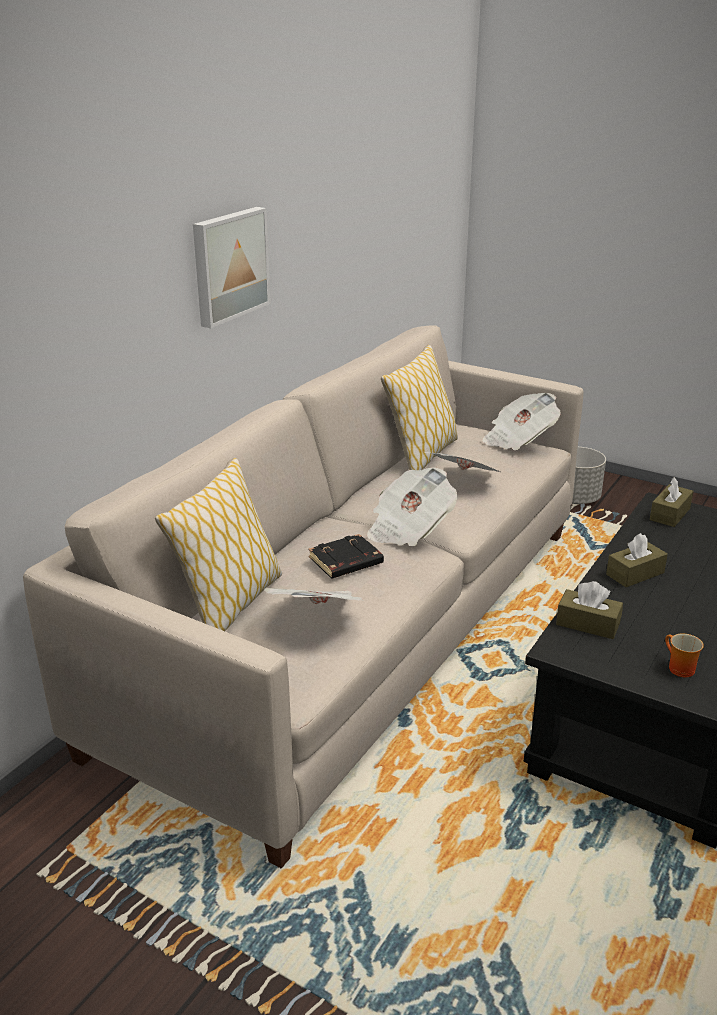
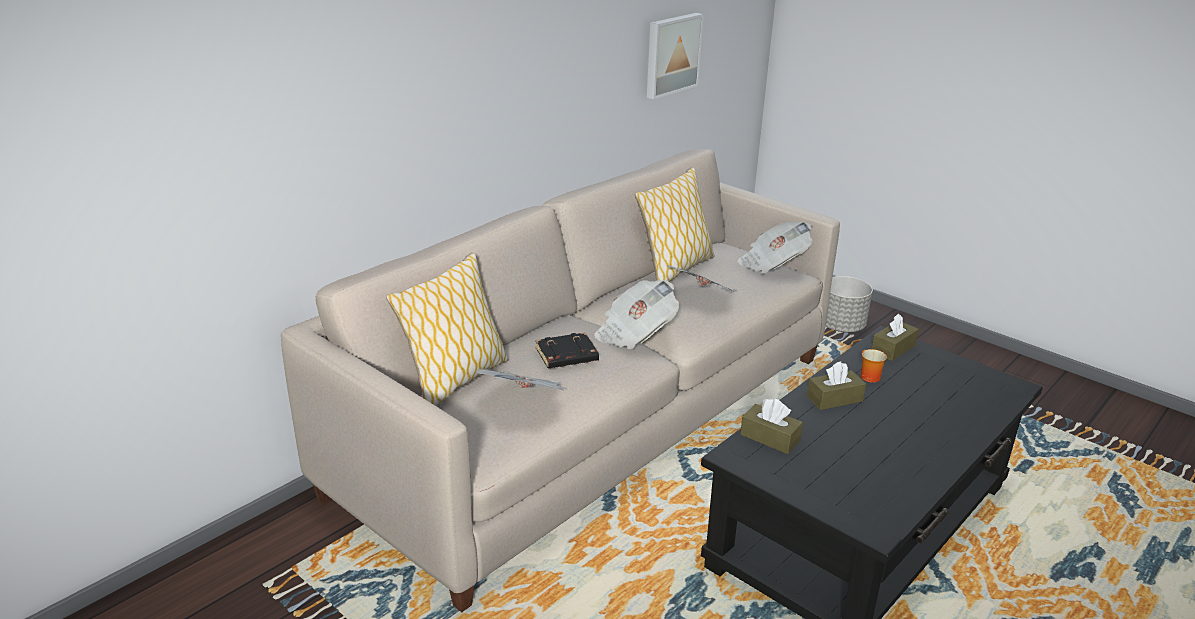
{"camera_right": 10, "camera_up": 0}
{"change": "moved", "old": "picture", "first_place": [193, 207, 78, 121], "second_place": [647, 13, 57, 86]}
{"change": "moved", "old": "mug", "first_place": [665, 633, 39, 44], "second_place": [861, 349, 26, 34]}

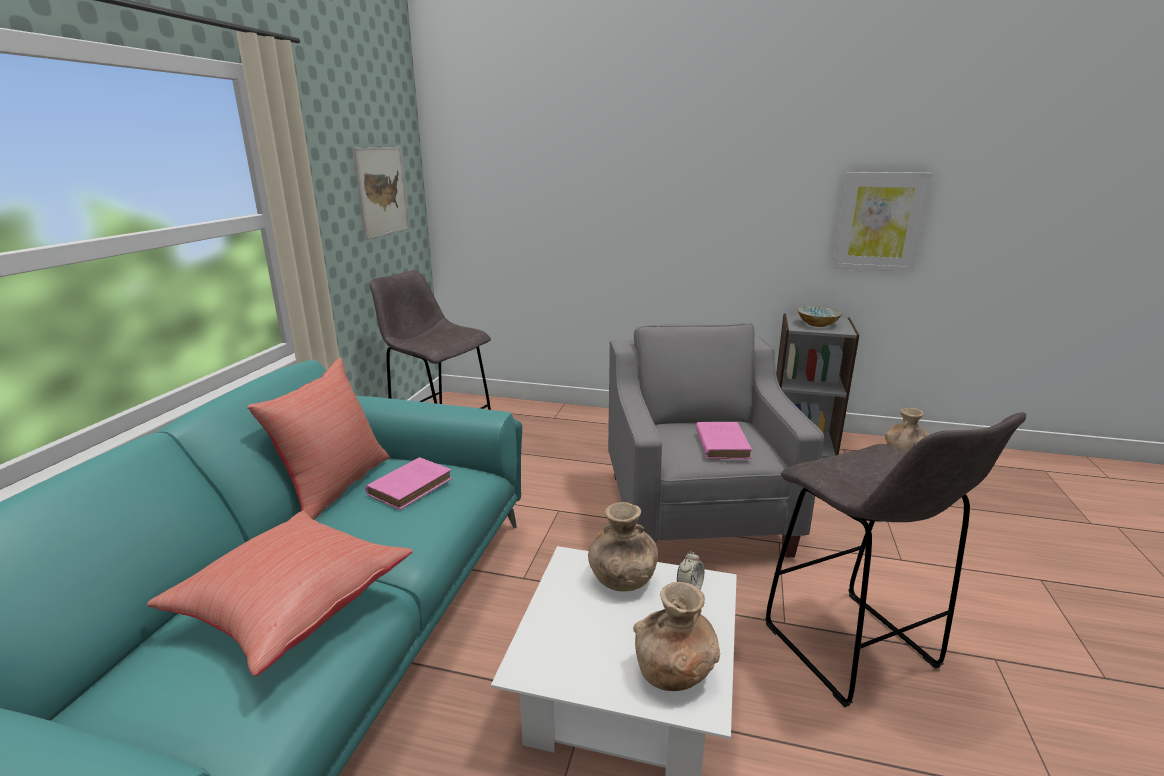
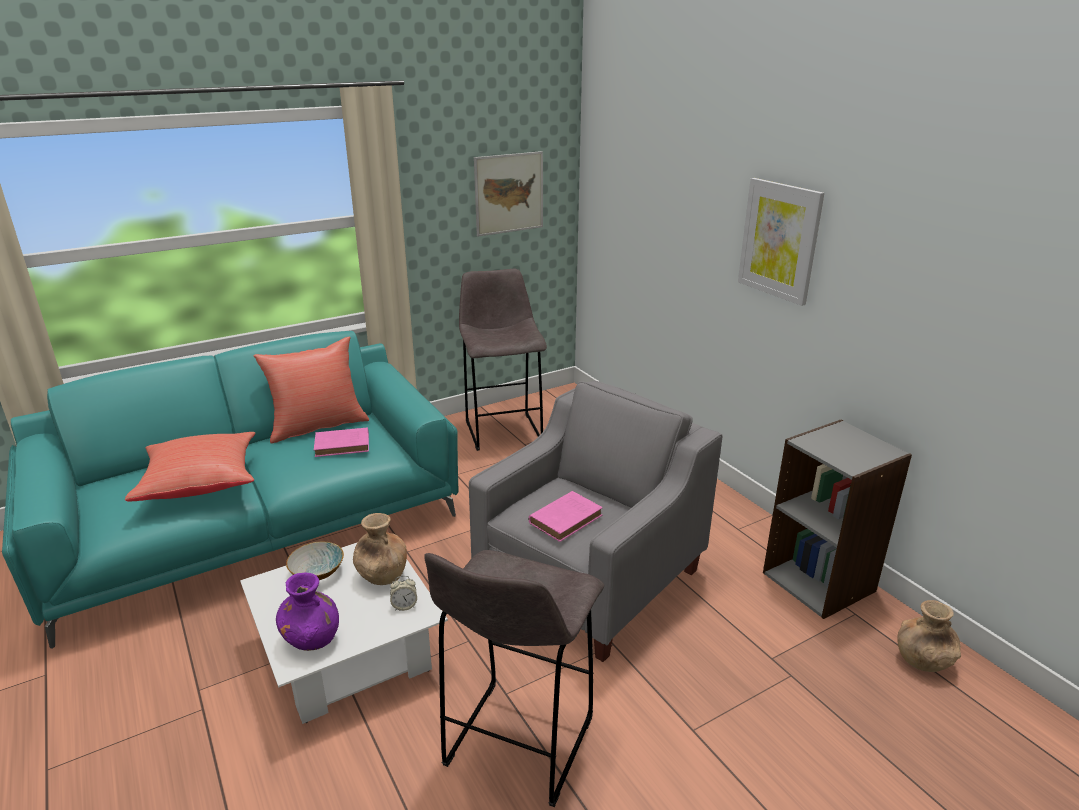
{"camera_right": 45, "camera_up": 5}
{"change": "recoloured", "old": "vase in brown", "new": "vase in purple", "first_place": [633, 582, 87, 109], "second_place": [276, 573, 63, 78]}
{"change": "moved", "old": "bowl", "first_place": [798, 306, 44, 21], "second_place": [286, 542, 58, 38]}
{"change": "moved", "old": "picture", "first_place": [832, 172, 101, 100], "second_place": [738, 178, 86, 128]}

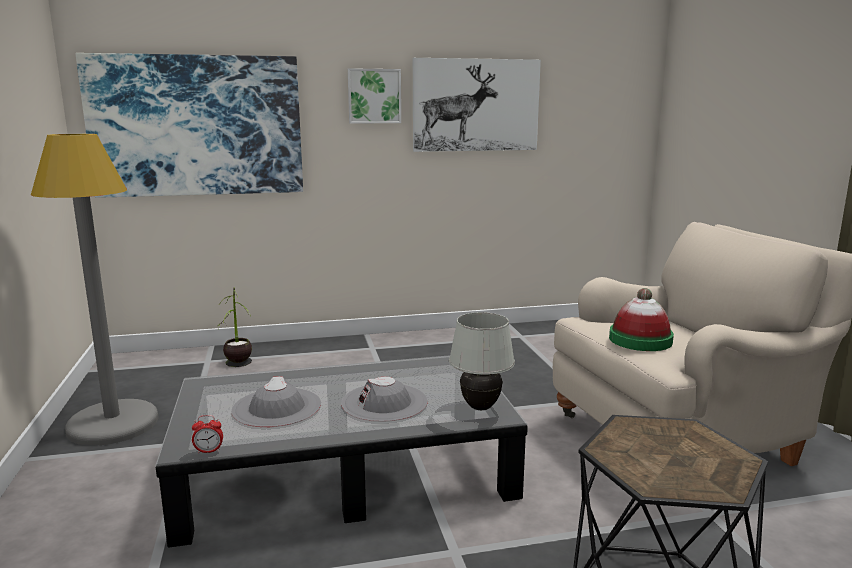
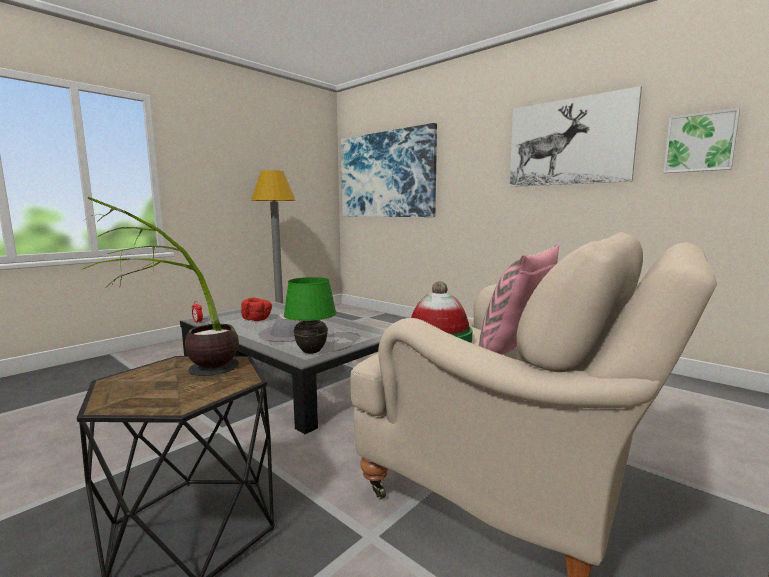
{"camera_right": 55, "camera_up": -5}
{"change": "moved", "old": "potted plant", "first_place": [215, 287, 37, 80], "second_place": [81, 197, 158, 179]}
{"change": "replaced", "old": "hat in grey", "new": "bowl in red", "first_place": [231, 376, 90, 51], "second_place": [241, 297, 31, 24]}
{"change": "recoloured", "old": "table lamp in white", "new": "table lamp in green", "first_place": [449, 312, 66, 98], "second_place": [284, 277, 52, 77]}
{"change": "added", "new": "pillow in pink", "second_place": [479, 244, 80, 111]}
{"change": "moved", "old": "picture", "first_place": [348, 68, 53, 56], "second_place": [663, 108, 77, 65]}

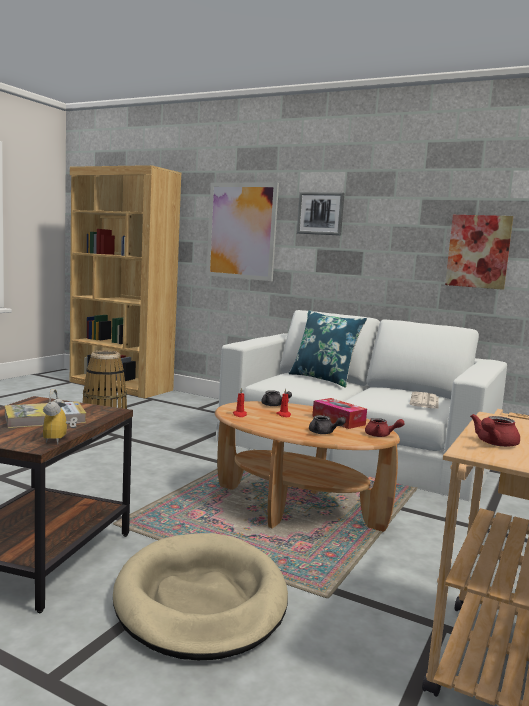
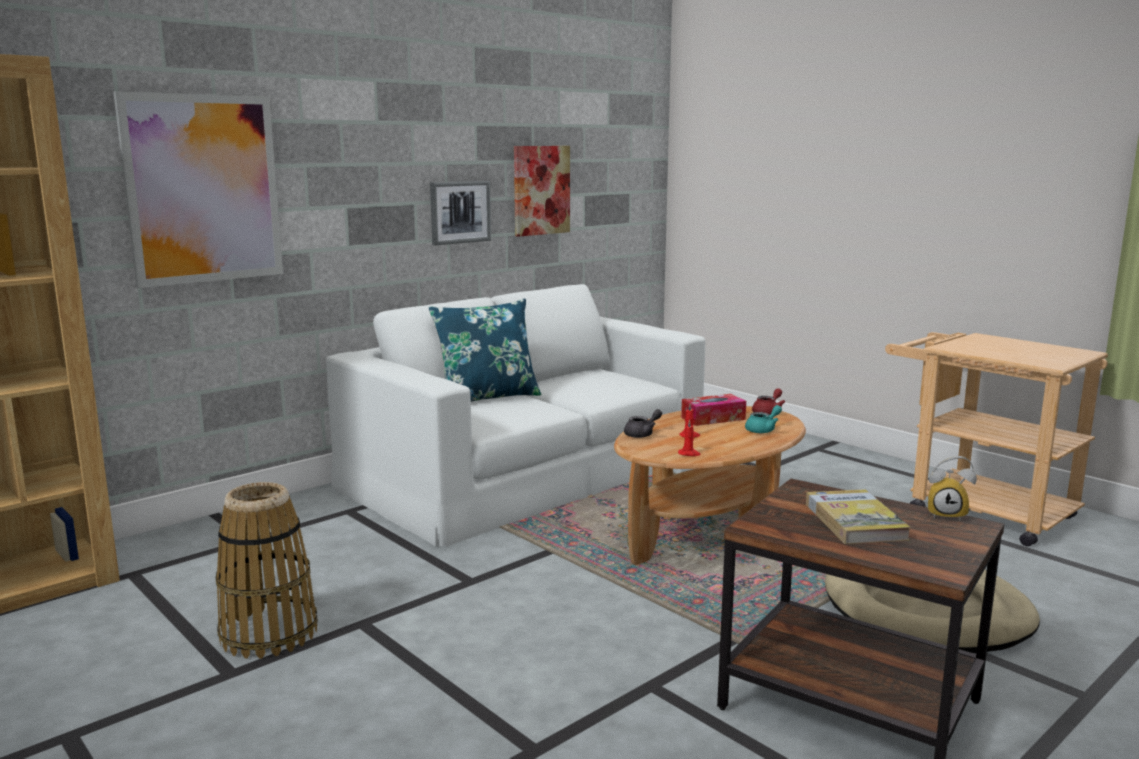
{"camera_right": -70, "camera_up": 5}
{"change": "moved", "old": "picture", "first_place": [297, 192, 47, 43], "second_place": [430, 181, 61, 64]}
{"change": "recoloured", "old": "teapot in grey", "new": "teapot in turquoise", "first_place": [309, 415, 37, 19], "second_place": [745, 405, 37, 28]}
{"change": "removed", "old": "newspaper", "first_place": [410, 391, 29, 18]}
{"change": "removed", "old": "teapot in red", "first_place": [470, 414, 50, 33]}

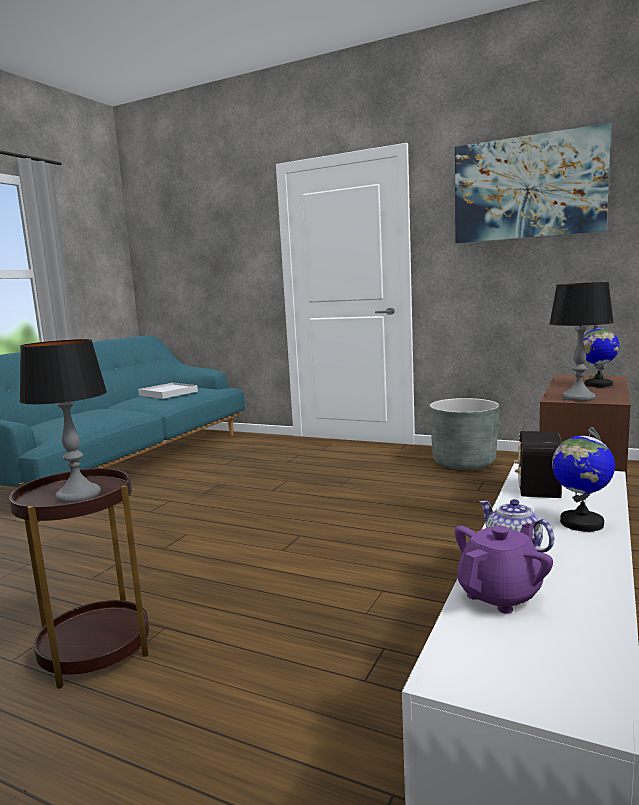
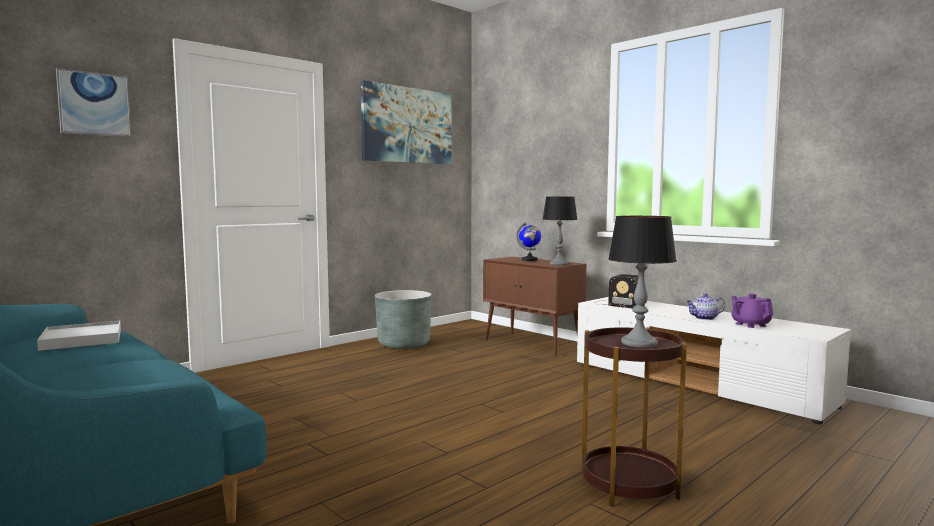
{"camera_right": -70, "camera_up": -5}
{"change": "added", "new": "picture", "second_place": [56, 68, 75, 69]}
{"change": "removed", "old": "globe", "first_place": [552, 427, 63, 105]}

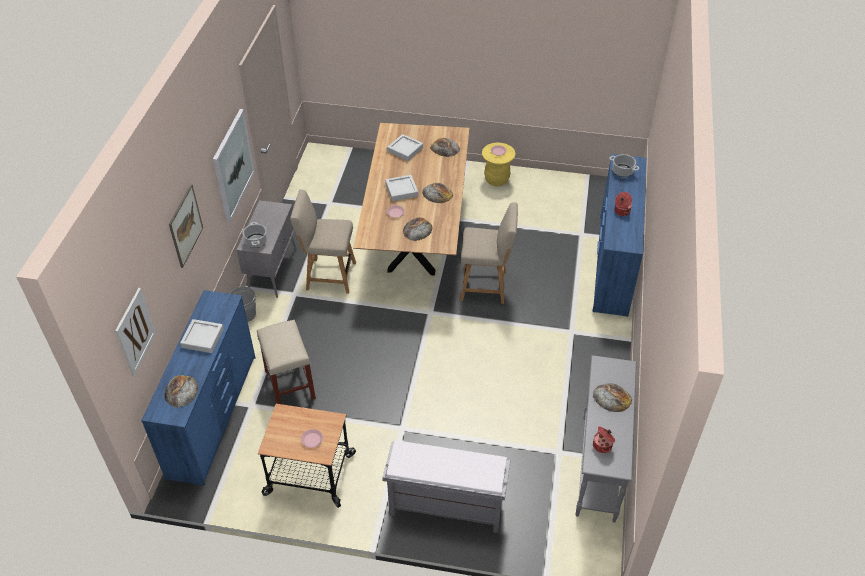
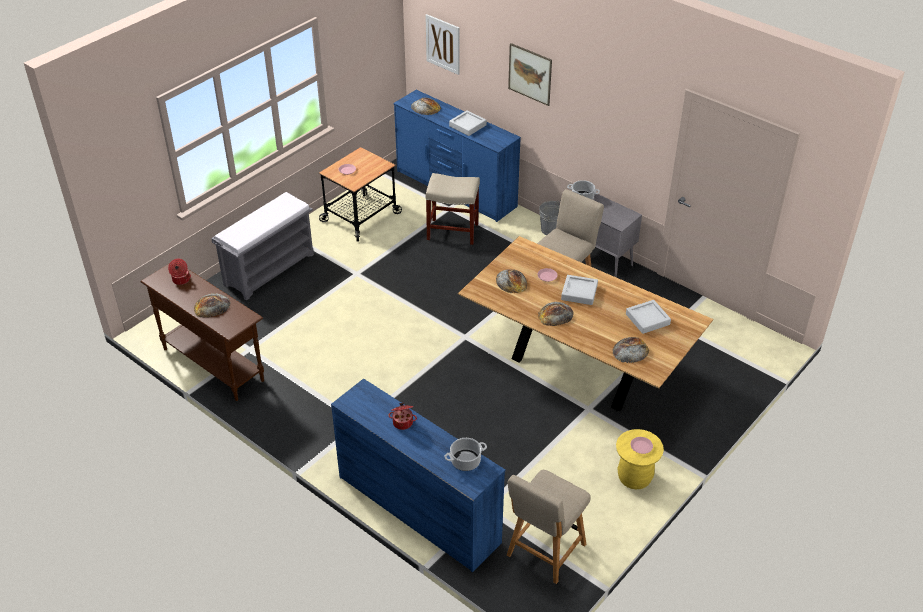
{"camera_right": 120, "camera_up": -5}
{"change": "recoloured", "old": "console table in grey", "new": "console table in brown", "first_place": [575, 355, 61, 168], "second_place": [140, 263, 124, 138]}
{"change": "moved", "old": "chair in beige", "first_place": [460, 203, 58, 101], "second_place": [507, 470, 84, 114]}
{"change": "removed", "old": "picture", "first_place": [213, 109, 42, 113]}

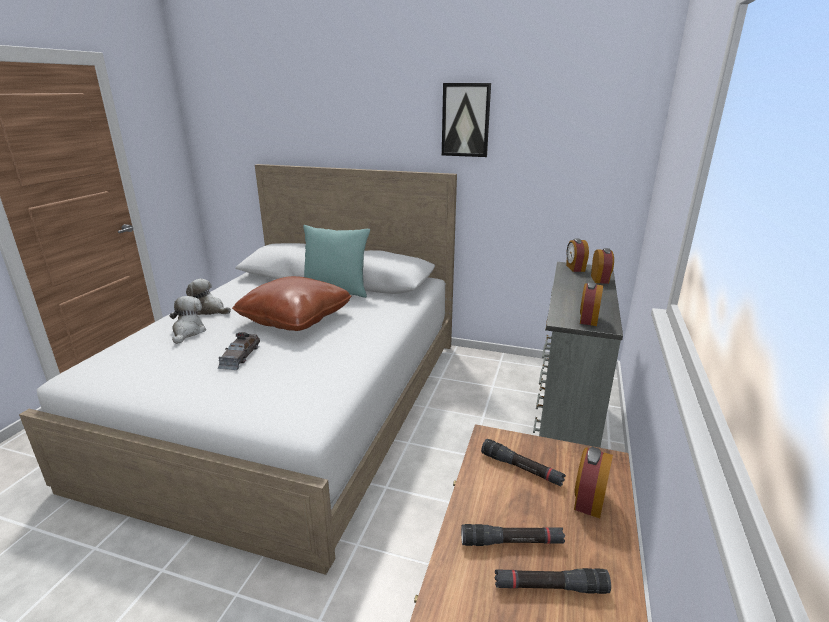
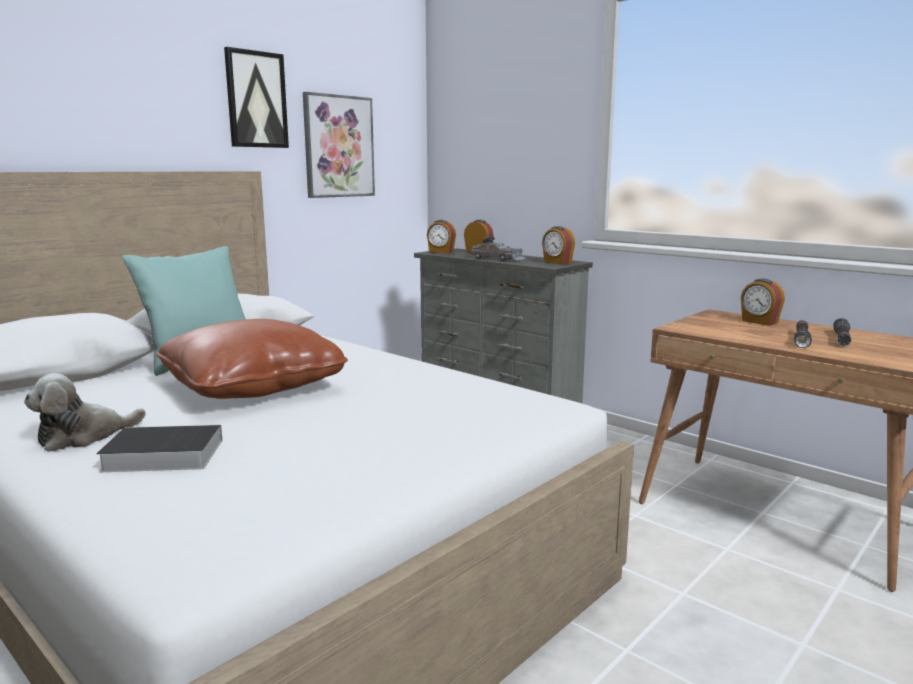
{"camera_right": -65, "camera_up": -10}
{"change": "replaced", "old": "plush toy", "new": "book", "first_place": [170, 296, 36, 48], "second_place": [97, 425, 125, 47]}
{"change": "added", "new": "picture", "second_place": [303, 92, 72, 106]}
{"change": "moved", "old": "toy car in grey", "first_place": [218, 332, 42, 38], "second_place": [470, 235, 55, 26]}
{"change": "removed", "old": "flashlight in black", "first_place": [481, 439, 85, 47]}

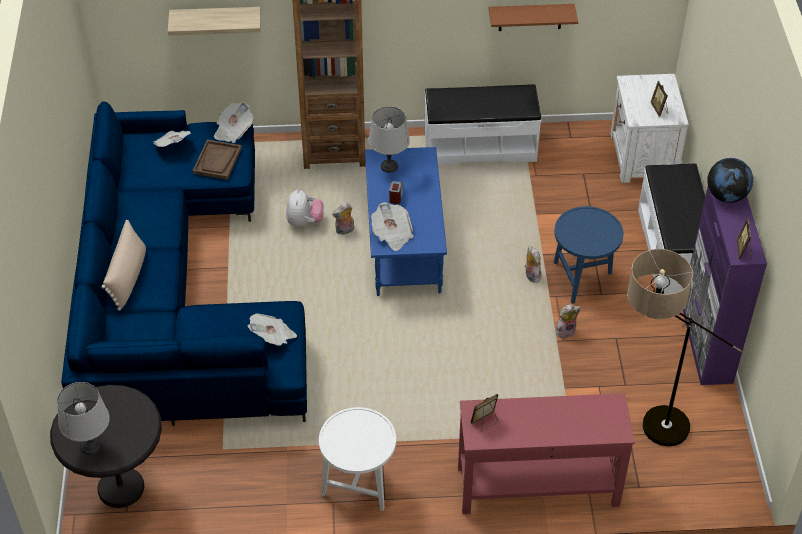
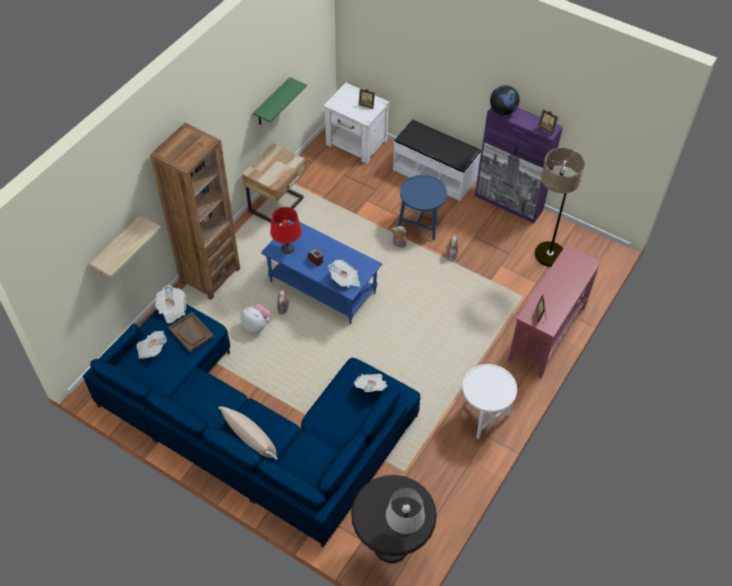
{"camera_right": -55, "camera_up": 5}
{"change": "replaced", "old": "bench in white", "new": "nightstand in beige", "first_place": [425, 84, 116, 81], "second_place": [242, 143, 65, 82]}
{"change": "recoloured", "old": "shelf in brown", "new": "shelf in green", "first_place": [489, 4, 89, 27], "second_place": [253, 77, 54, 48]}
{"change": "recoloured", "old": "table lamp in grey", "new": "table lamp in red", "first_place": [368, 106, 42, 67], "second_place": [270, 207, 31, 47]}

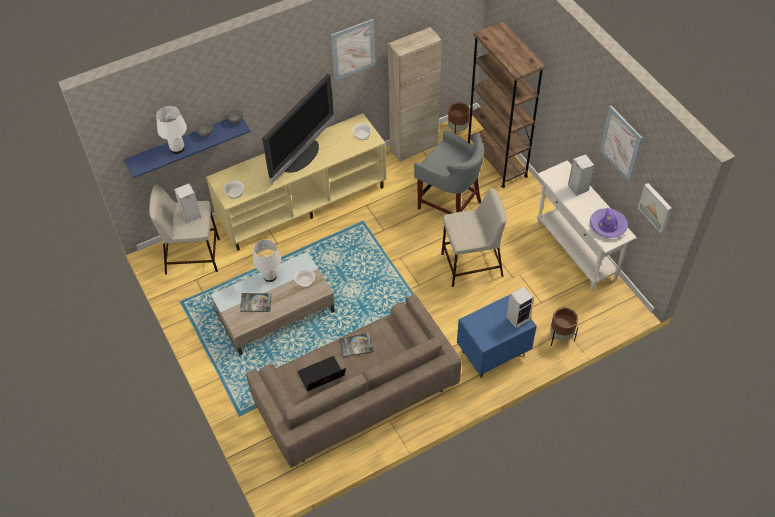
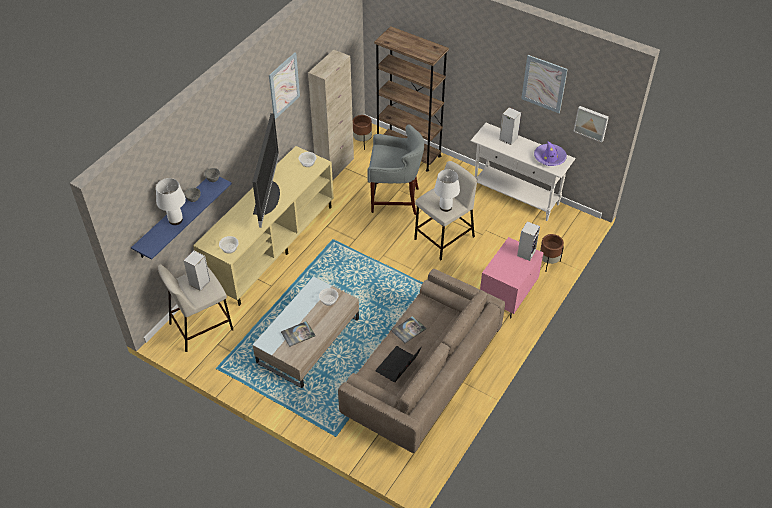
{"camera_right": -30, "camera_up": -5}
{"change": "moved", "old": "table lamp in white", "first_place": [253, 239, 28, 43], "second_place": [434, 169, 26, 43]}
{"change": "recoloured", "old": "nightstand in blue", "new": "nightstand in pink", "first_place": [457, 295, 80, 83], "second_place": [480, 237, 63, 81]}

